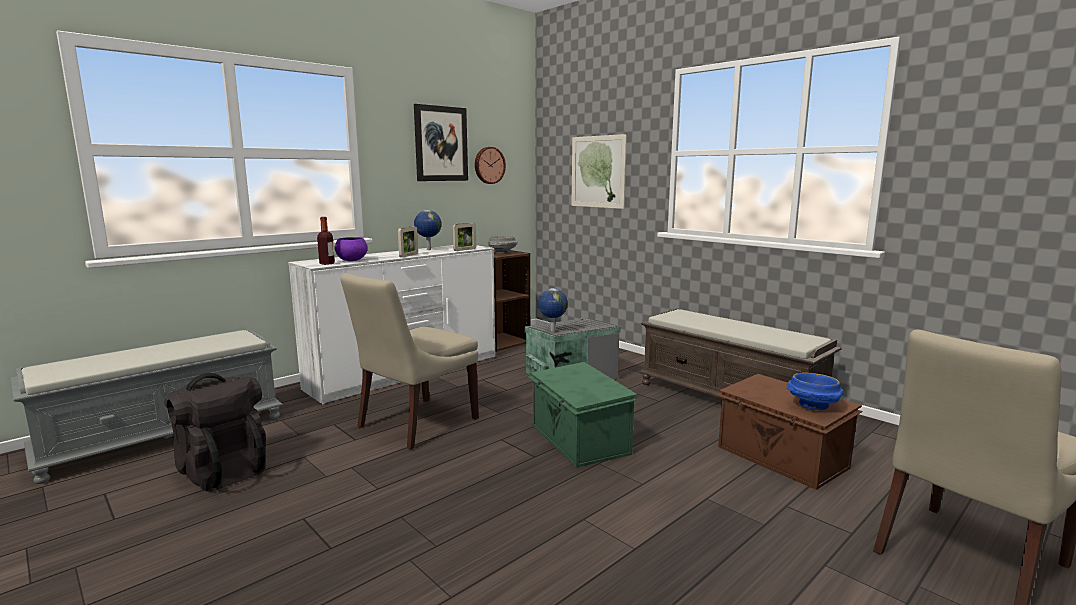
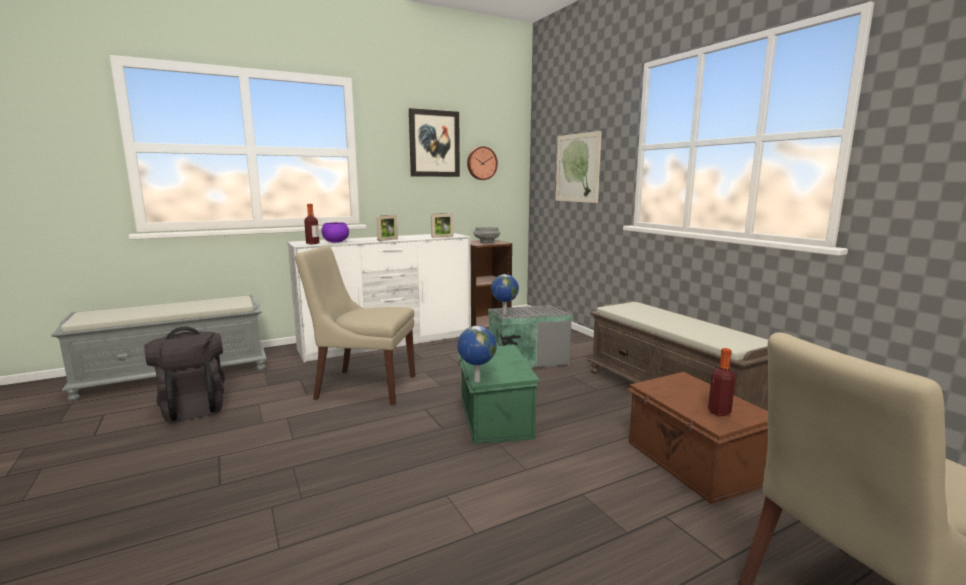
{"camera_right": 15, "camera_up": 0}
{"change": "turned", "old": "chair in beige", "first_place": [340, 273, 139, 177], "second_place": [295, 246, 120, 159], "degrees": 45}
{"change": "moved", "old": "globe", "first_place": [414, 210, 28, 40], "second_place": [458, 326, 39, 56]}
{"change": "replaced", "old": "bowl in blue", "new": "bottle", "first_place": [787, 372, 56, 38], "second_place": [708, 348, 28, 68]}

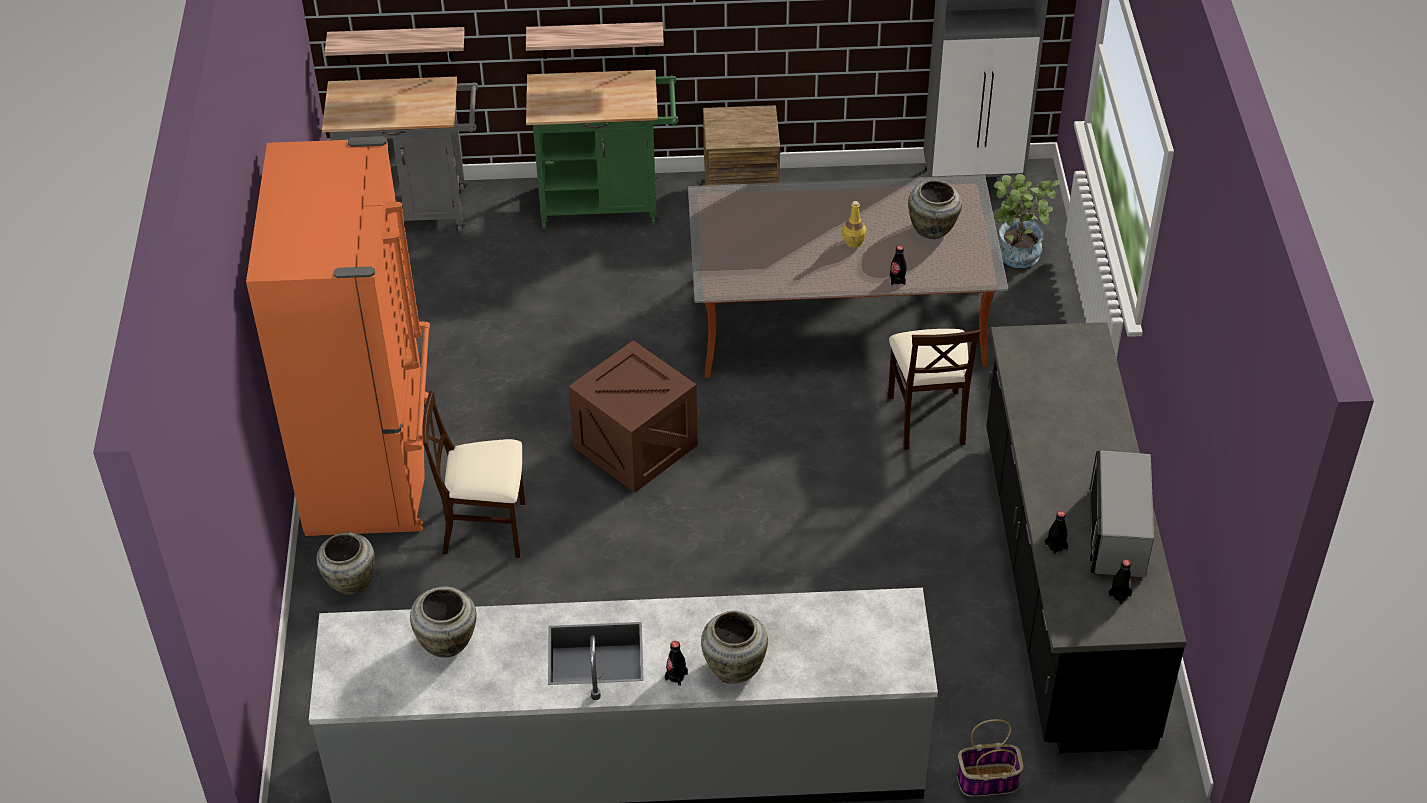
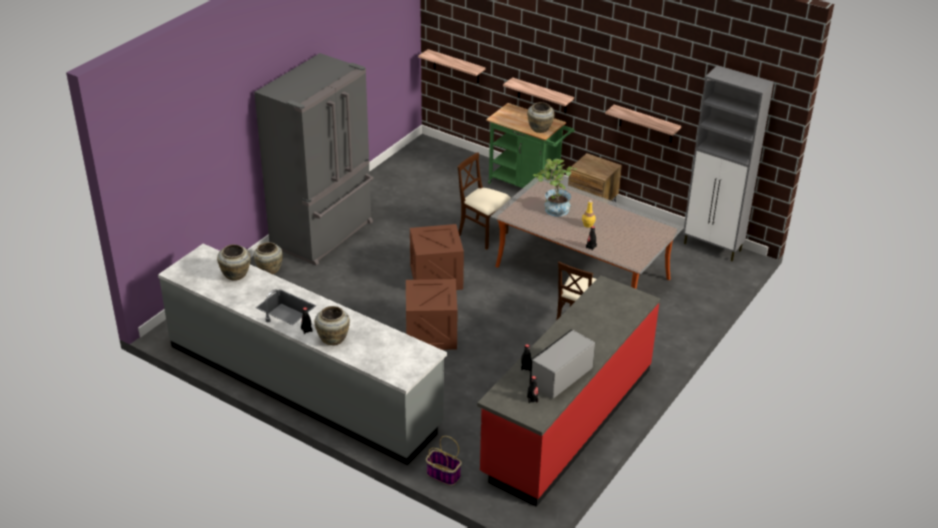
{"camera_right": 35, "camera_up": -10}
{"change": "recoloured", "old": "fridge in orange", "new": "fridge in grey", "first_place": [246, 136, 184, 400], "second_place": [254, 53, 120, 213]}
{"change": "added", "new": "crate", "second_place": [406, 279, 51, 71]}
{"change": "moved", "old": "chair in beige", "first_place": [422, 391, 103, 167], "second_place": [457, 152, 54, 98]}
{"change": "recoloured", "old": "counter in black", "new": "counter in red", "first_place": [986, 322, 200, 432], "second_place": [477, 275, 183, 232]}
{"change": "moved", "old": "vase in beige", "first_place": [908, 180, 54, 59], "second_place": [527, 102, 28, 31]}
{"change": "moved", "old": "potted plant", "first_place": [994, 174, 66, 94], "second_place": [533, 159, 44, 58]}
{"change": "added", "new": "shelf", "second_place": [605, 105, 76, 37]}
{"change": "removed", "old": "cart in grey", "first_place": [322, 77, 156, 155]}

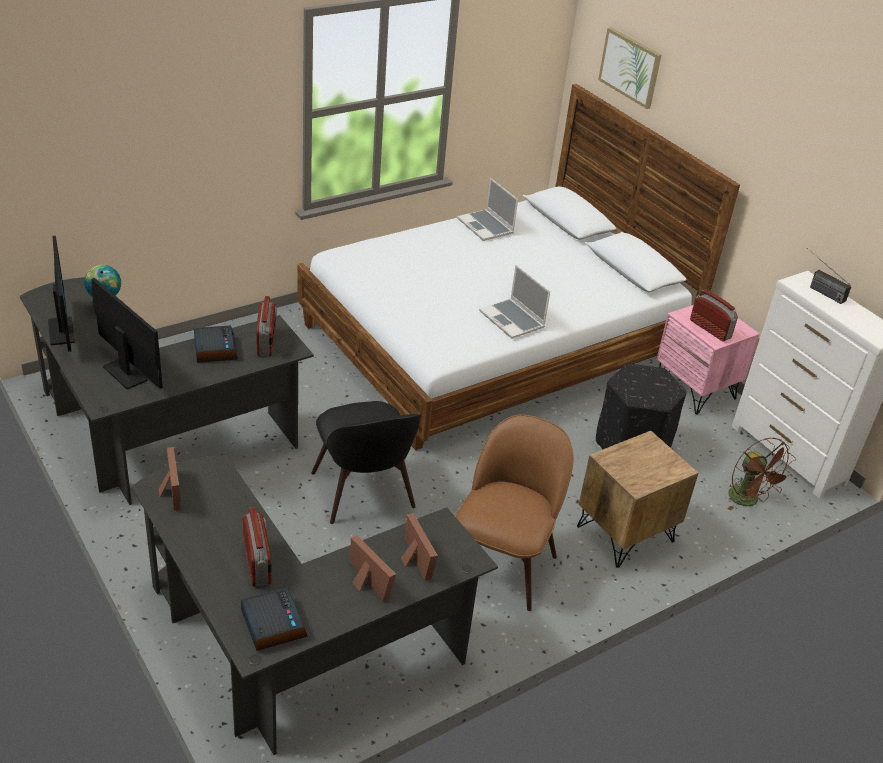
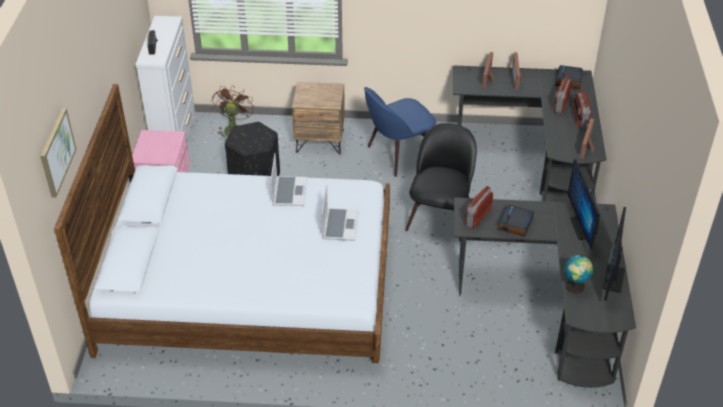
{"camera_right": -140, "camera_up": 5}
{"change": "moved", "old": "laptop", "first_place": [457, 178, 61, 63], "second_place": [321, 185, 38, 56]}
{"change": "recoloured", "old": "chair in brown", "new": "chair in blue", "first_place": [455, 414, 119, 197], "second_place": [364, 87, 72, 90]}
{"change": "moved", "old": "radio", "first_place": [690, 289, 48, 52], "second_place": [573, 89, 18, 40]}

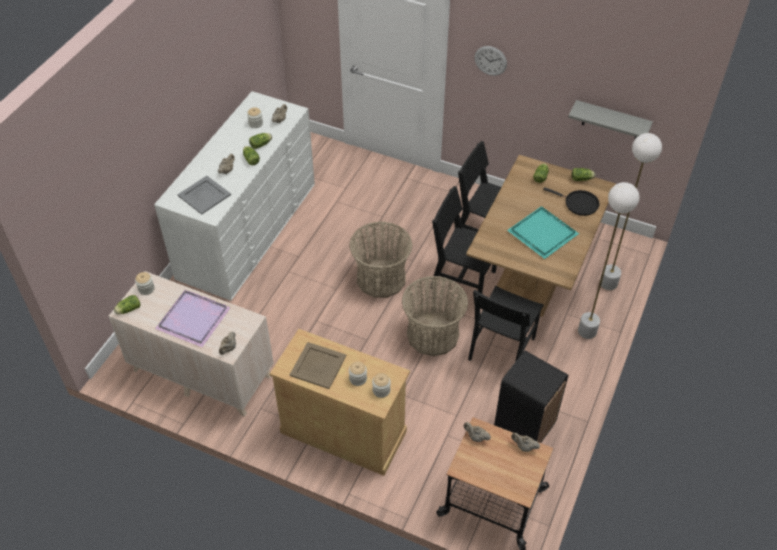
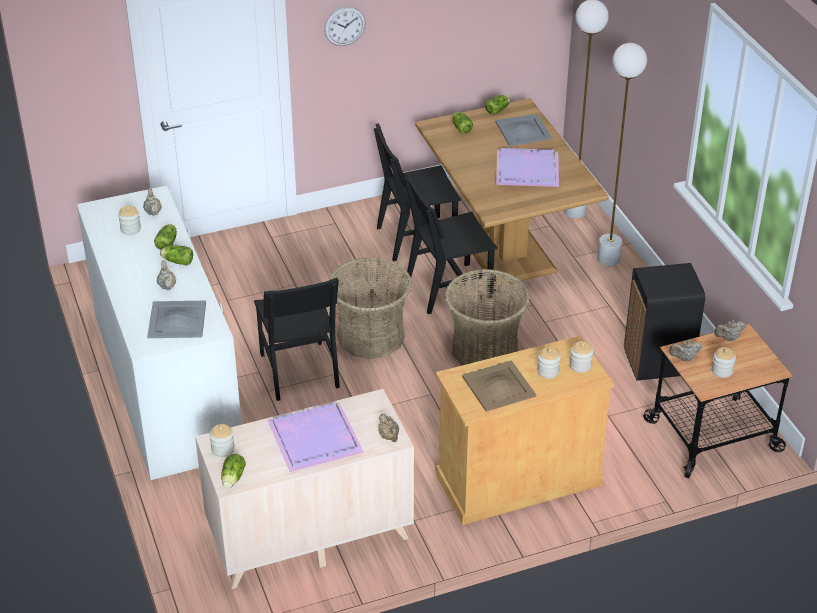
{"camera_right": -45, "camera_up": -10}
{"change": "moved", "old": "chair in black", "first_place": [468, 286, 76, 76], "second_place": [254, 278, 86, 123]}
{"change": "replaced", "old": "frying pan in black", "new": "tray in grey", "first_place": [543, 187, 57, 29], "second_place": [495, 114, 57, 32]}
{"change": "recoloured", "old": "tray in turquoise", "new": "tray in purple", "first_place": [507, 206, 72, 53], "second_place": [496, 148, 63, 39]}
{"change": "added", "new": "jar", "second_place": [712, 347, 24, 31]}
{"change": "removed", "old": "shelf in grey", "first_place": [568, 100, 85, 40]}

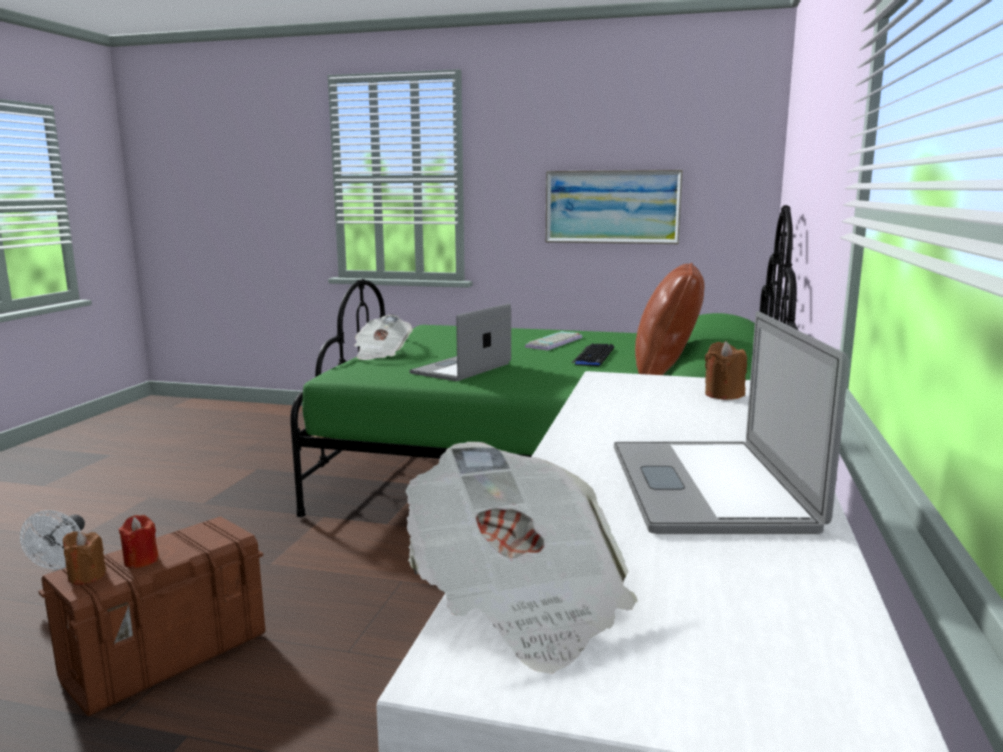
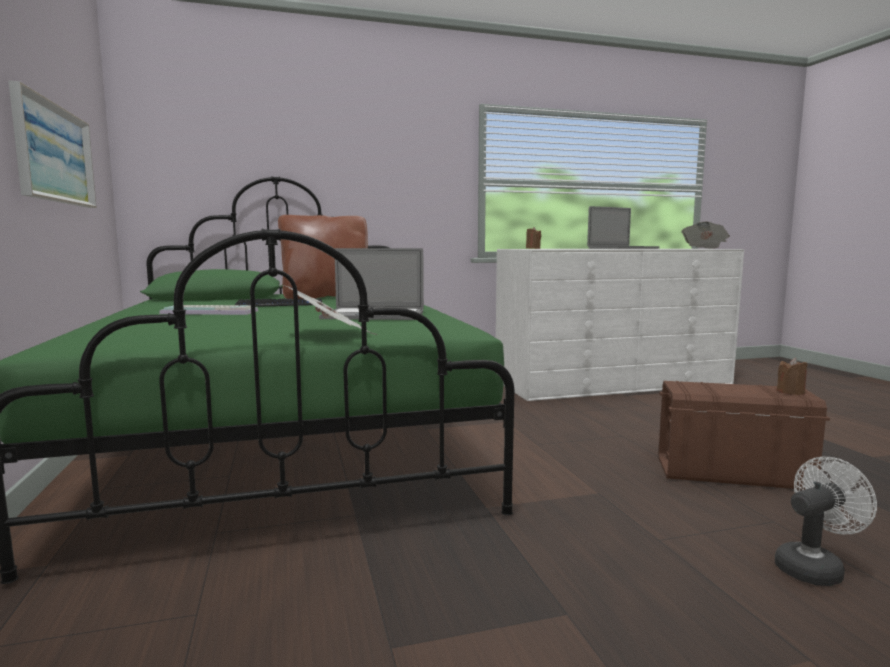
{"camera_right": -120, "camera_up": -5}
{"change": "removed", "old": "candle in red", "first_place": [119, 515, 40, 53]}

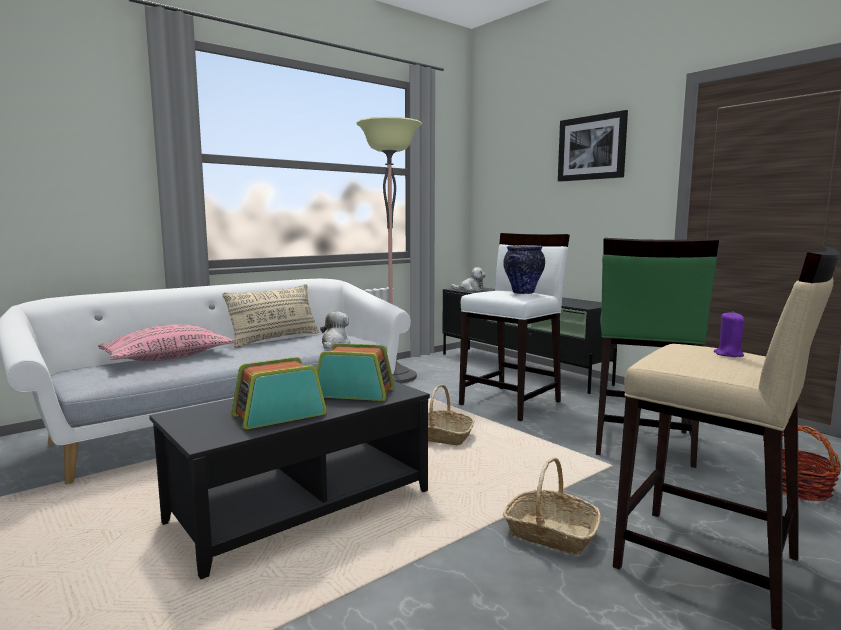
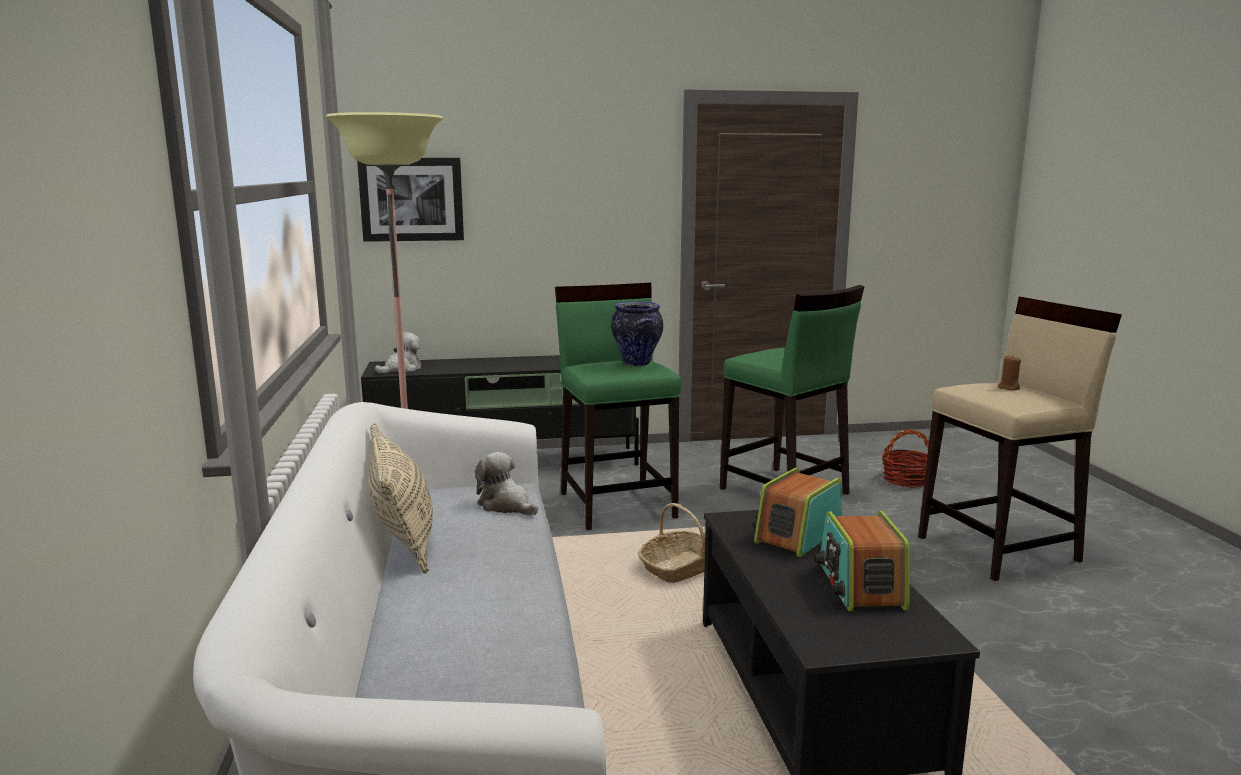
{"camera_right": -60, "camera_up": 5}
{"change": "moved", "old": "picture", "first_place": [558, 110, 70, 72], "second_place": [357, 158, 107, 84]}
{"change": "recoloured", "old": "stool in white", "new": "stool in green", "first_place": [459, 233, 111, 188], "second_place": [555, 283, 126, 247]}
{"change": "recoloured", "old": "candle in purple", "new": "candle in brown", "first_place": [714, 311, 31, 46], "second_place": [998, 356, 23, 34]}
{"change": "removed", "old": "pillow in pink", "first_place": [98, 324, 137, 37]}
{"change": "removed", "old": "basket", "first_place": [503, 457, 98, 98]}

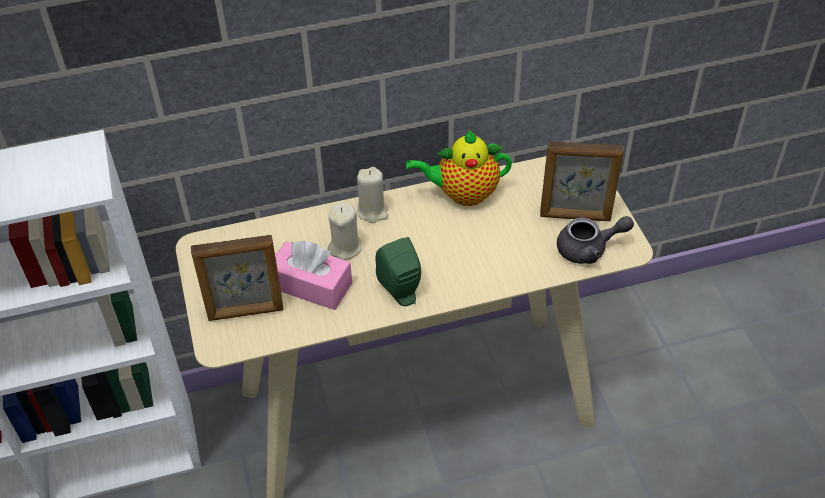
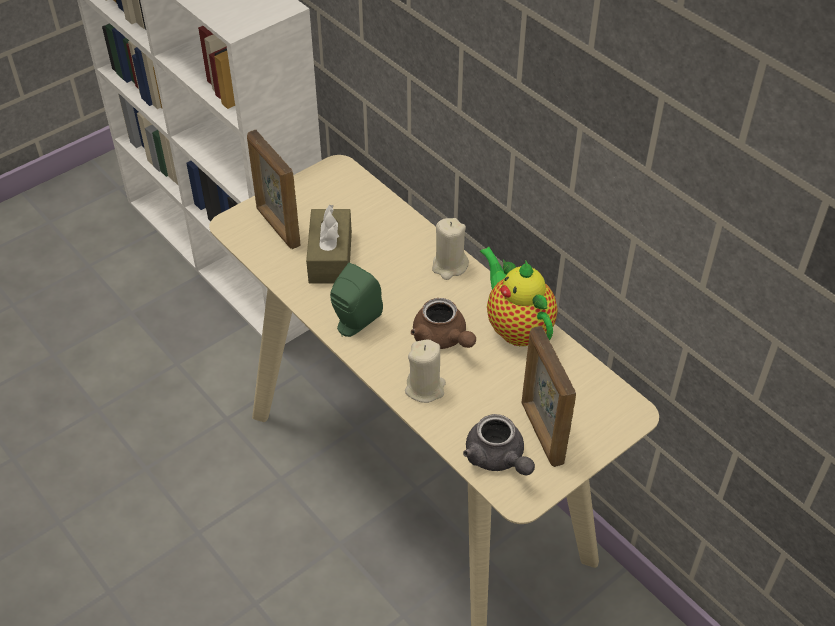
{"camera_right": 65, "camera_up": 0}
{"change": "recoloured", "old": "tissue box in pink", "new": "tissue box in brown", "first_place": [275, 241, 77, 69], "second_place": [306, 204, 46, 80]}
{"change": "moved", "old": "candle in beige", "first_place": [328, 202, 34, 58], "second_place": [405, 339, 41, 64]}
{"change": "added", "new": "teapot in brown", "second_place": [411, 298, 65, 51]}

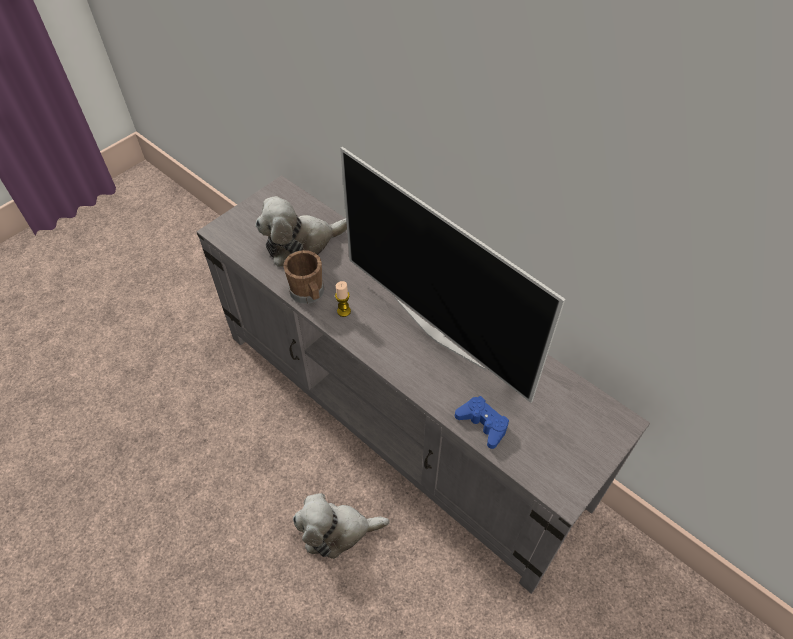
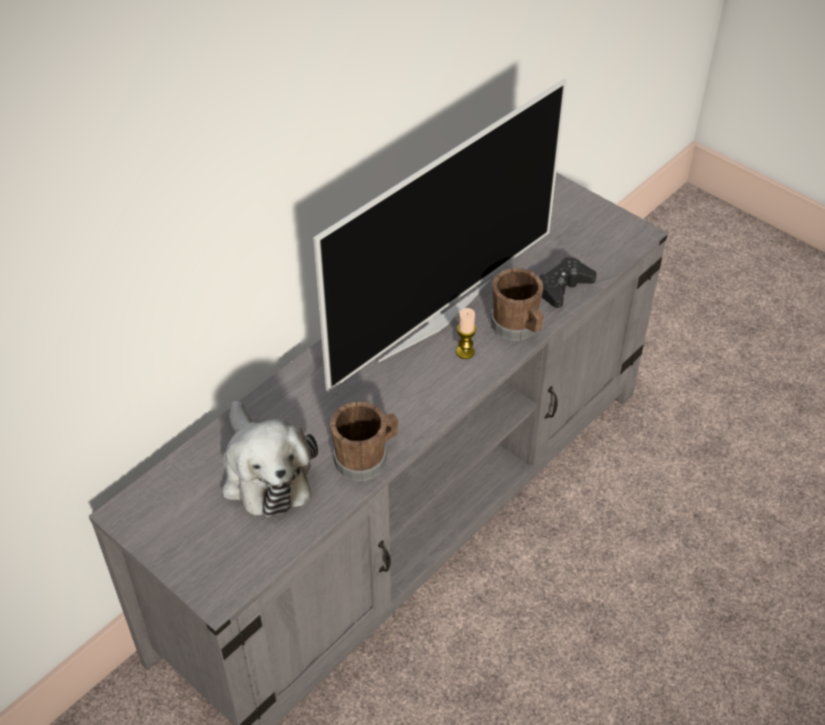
{"camera_right": -90, "camera_up": -5}
{"change": "moved", "old": "candle", "first_place": [335, 281, 16, 36], "second_place": [456, 308, 20, 51]}
{"change": "added", "new": "mug in brown", "second_place": [491, 268, 53, 72]}
{"change": "recoloured", "old": "game controller in blue", "new": "game controller in black", "first_place": [455, 396, 54, 53], "second_place": [539, 257, 58, 51]}
{"change": "removed", "old": "plush toy", "first_place": [293, 493, 97, 66]}

